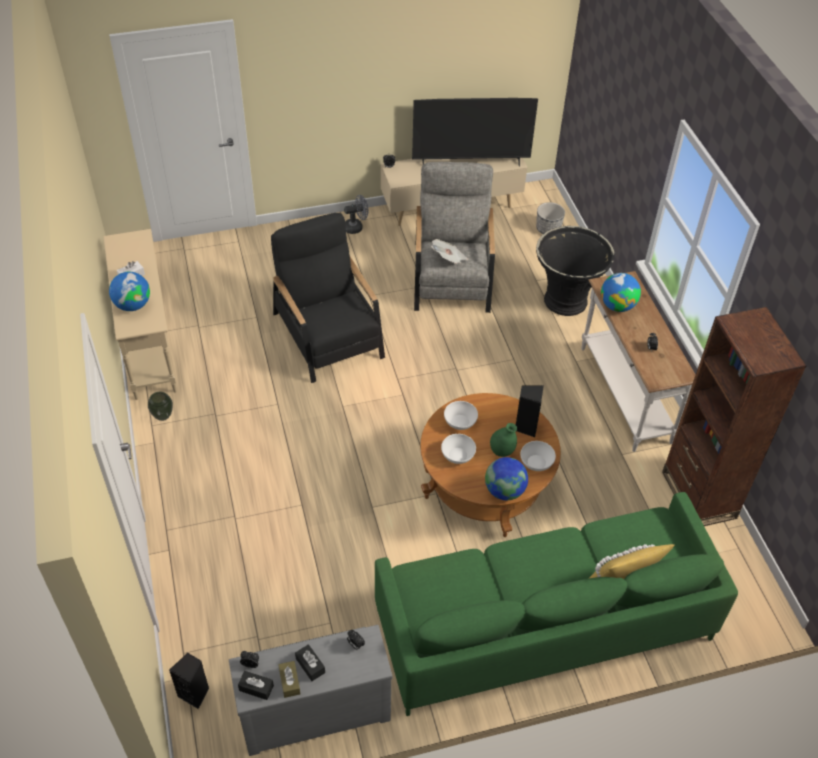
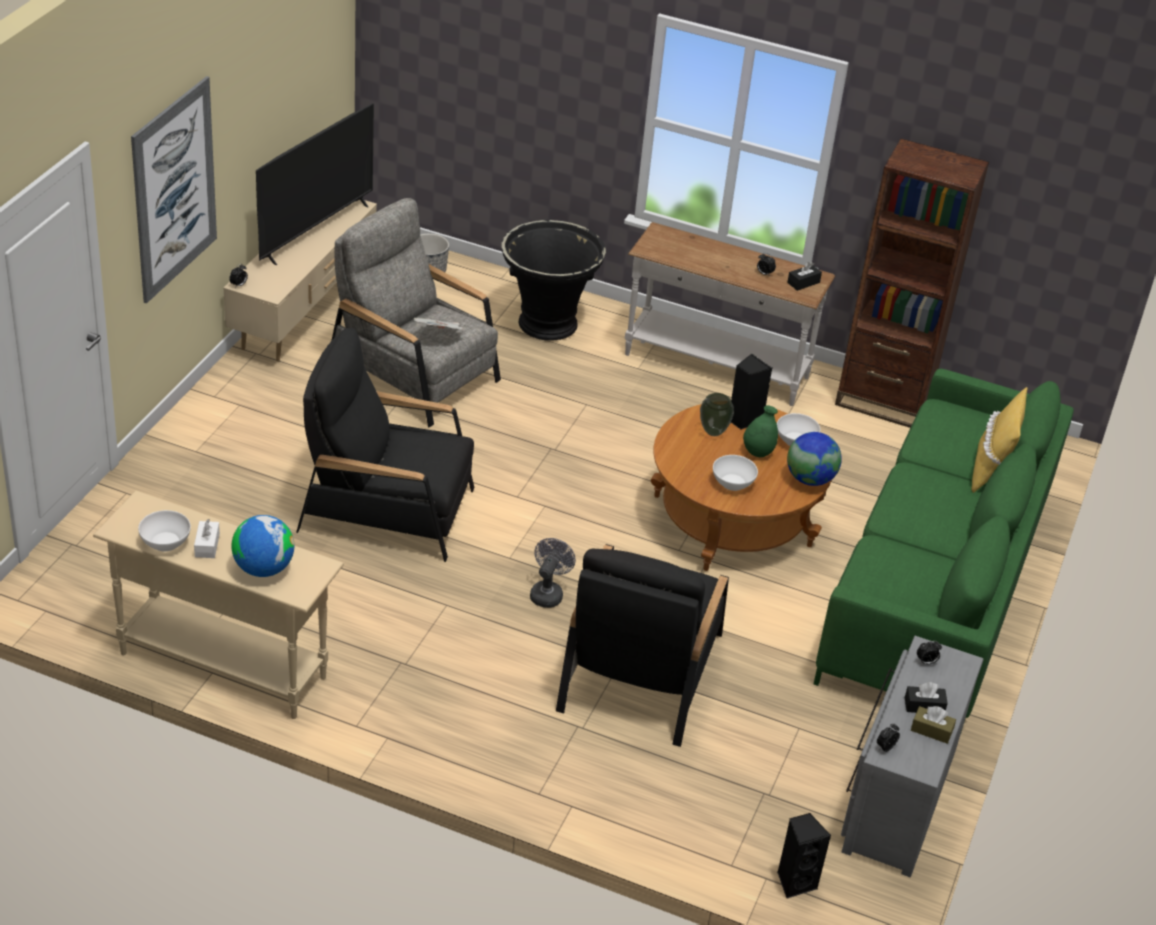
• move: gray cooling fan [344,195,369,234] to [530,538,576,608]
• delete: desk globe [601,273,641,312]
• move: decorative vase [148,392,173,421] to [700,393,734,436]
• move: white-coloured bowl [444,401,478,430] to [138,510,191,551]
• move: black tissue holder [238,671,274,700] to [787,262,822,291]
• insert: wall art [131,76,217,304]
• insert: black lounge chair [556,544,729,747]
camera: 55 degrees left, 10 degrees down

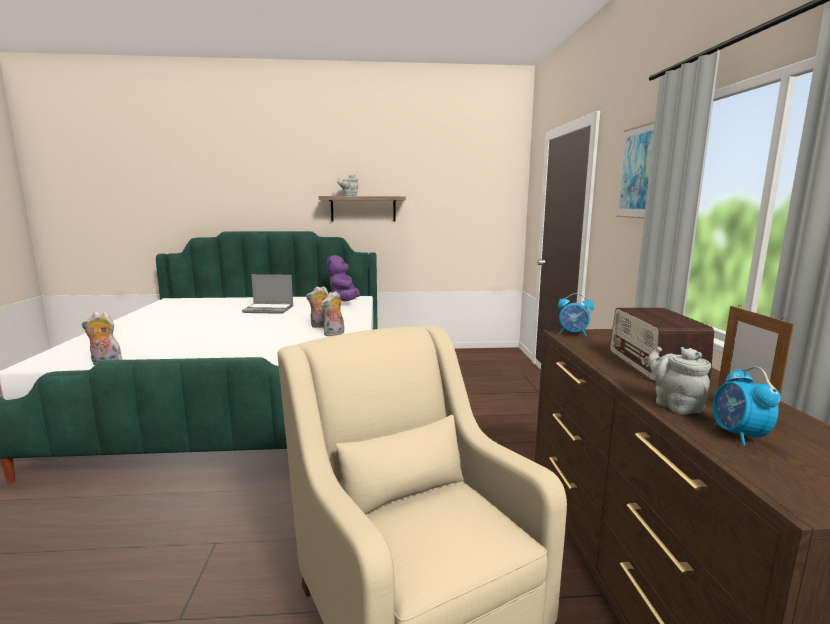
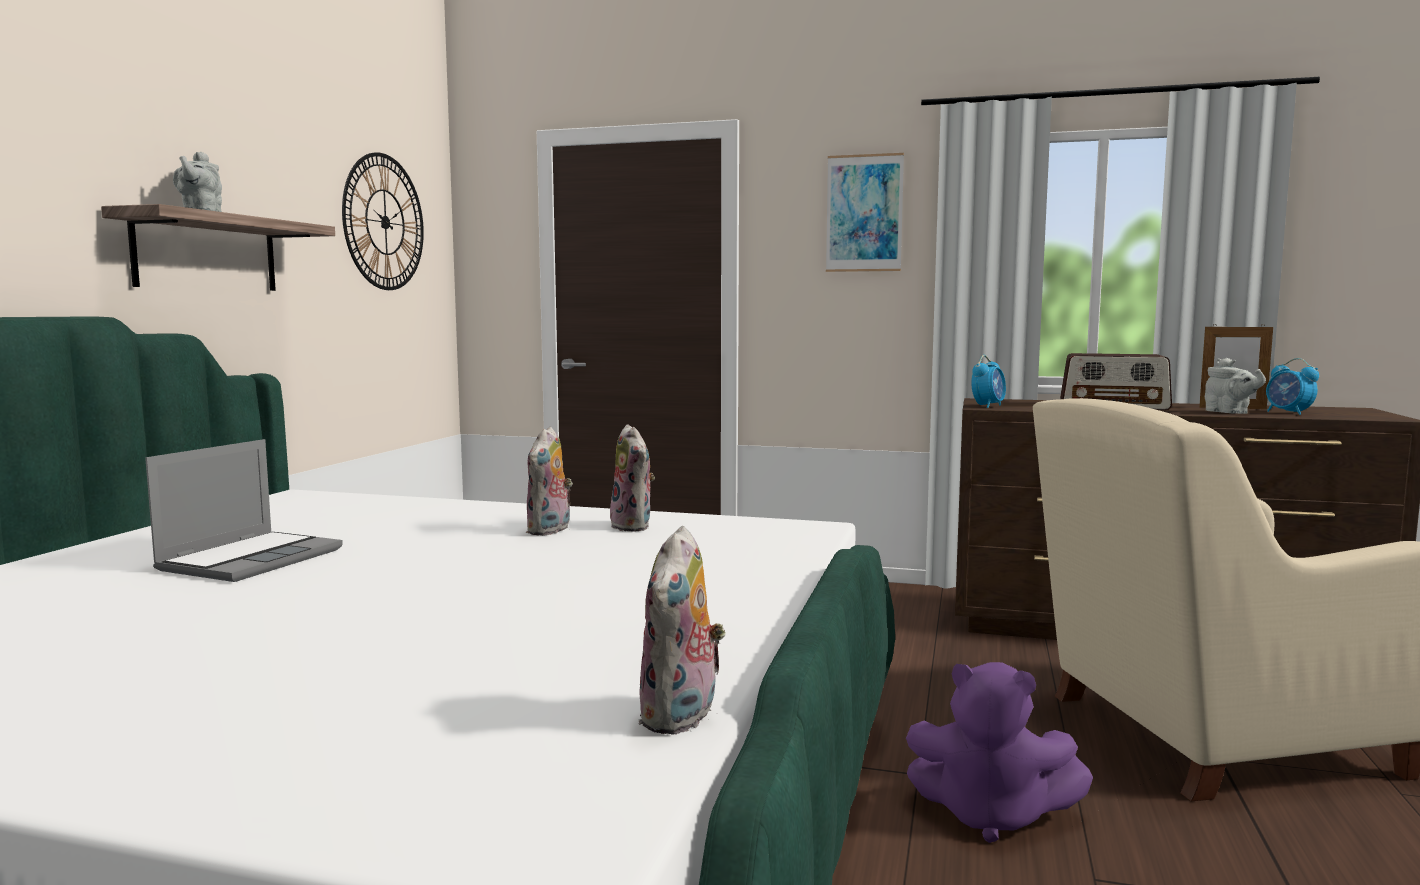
• move: purple-coloured plush toy [327,255,360,301] to [906,662,1093,843]
• rotate: gray pot for tea [648,347,711,414] = [1205,358,1266,414] 120 degrees counterclockwise
• rotate: bedside clock [713,367,781,446] = [1266,358,1319,415] 45 degrees clockwise
• insert: hanging clock [342,153,424,290]
camera: 70 degrees left, 5 degrees down

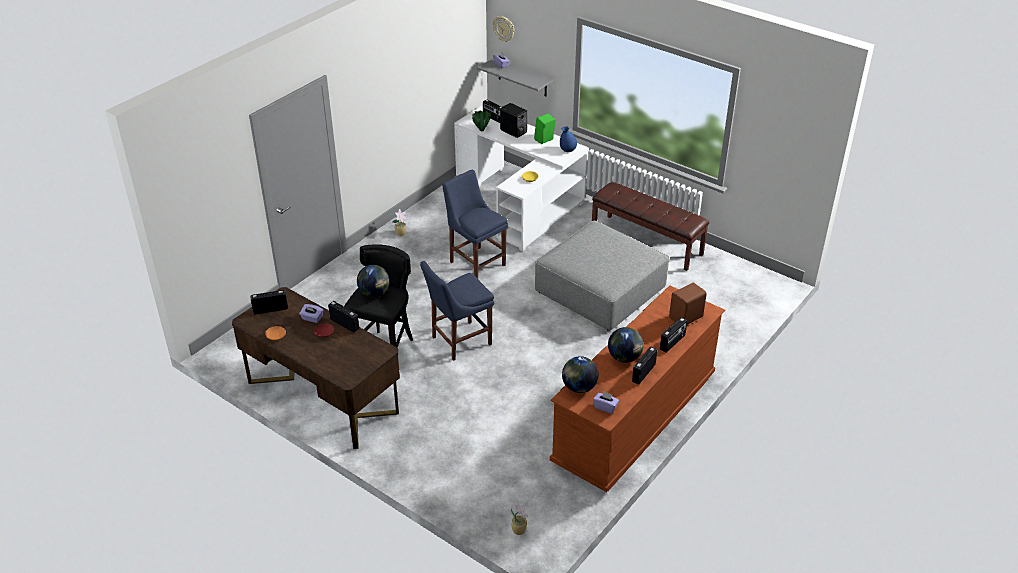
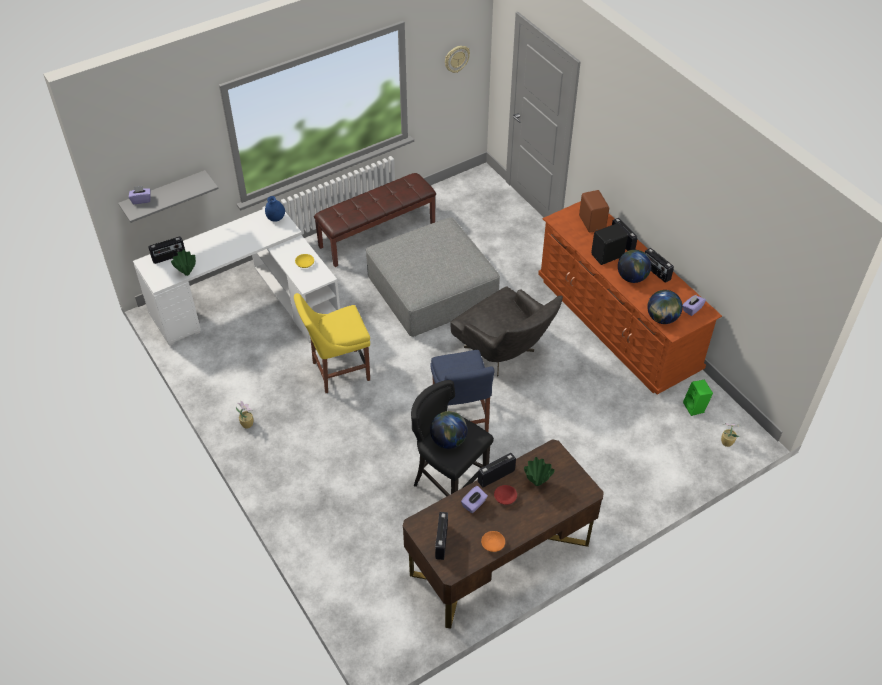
• move: hanging clock [493,16,514,42] to [445,46,470,73]
• move: black audio speaker [500,103,527,138] to [591,223,628,265]
• move: greenish audio speaker [534,113,556,144] to [683,380,713,416]
• recolor: blue plain chair [442,170,508,279] to yellowish plain chair [294,293,370,393]
• insert: gray lounge chair [450,286,563,376]
• insert: greenish decorative vase [524,457,555,486]
camera: 70 degrees left, 10 degrees up

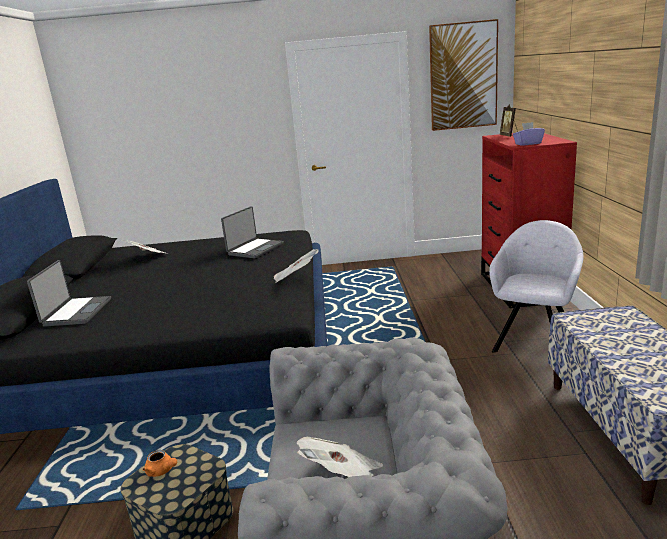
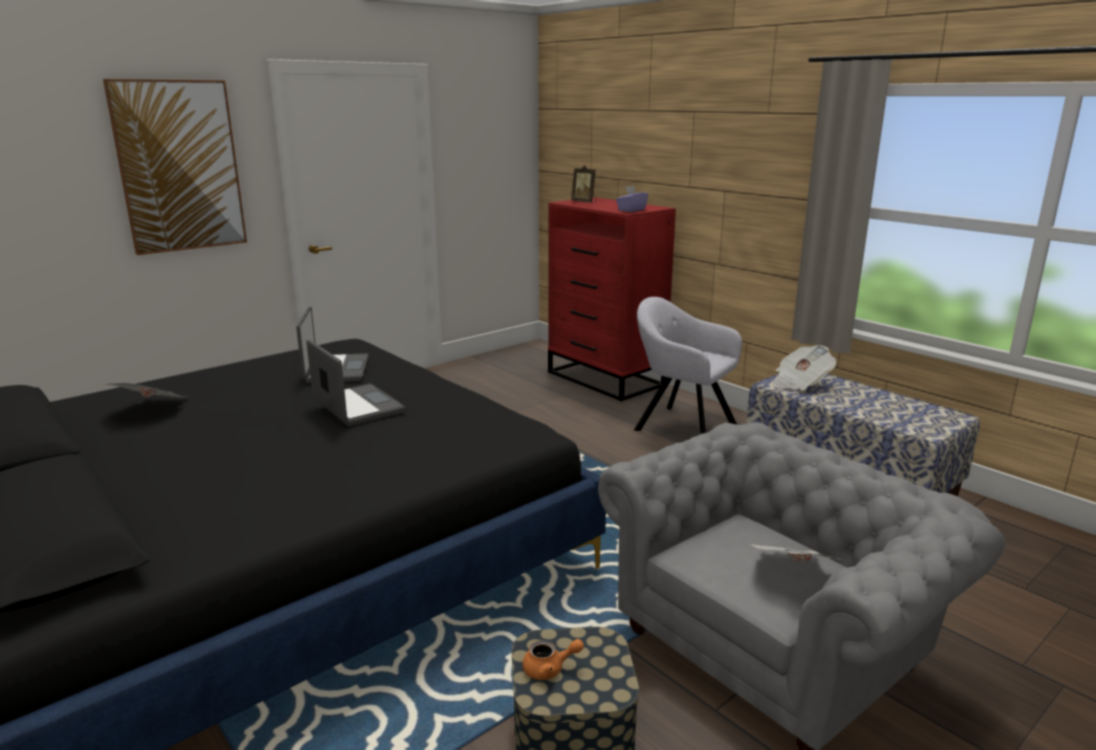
• move: wall art [429,19,498,131] to [103,79,247,255]
• rotate: gray lounge chair [489,220,583,353] = [634,297,742,434] 45 degrees counterclockwise
• move: daily paper [274,249,318,283] to [771,345,836,391]
• move: laptop [27,260,111,327] to [306,340,405,426]
camera: 40 degrees left, 0 degrees up

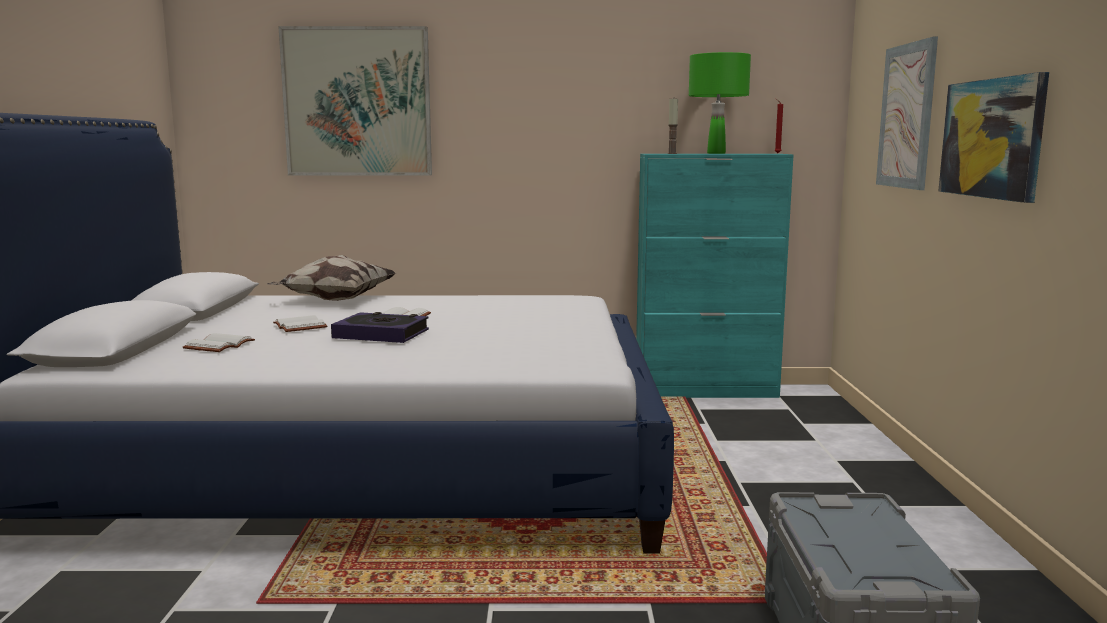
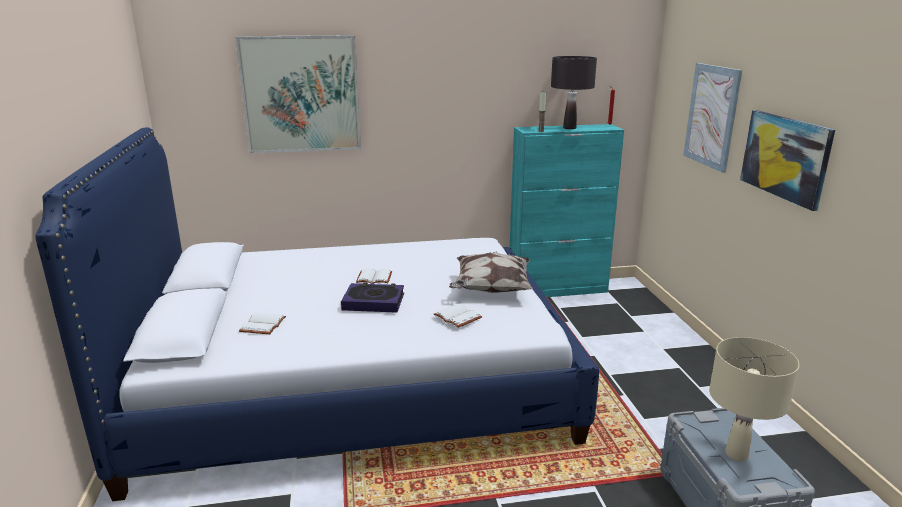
• recolor: greenish table lamp [689,52,751,154] to black table lamp [551,56,597,129]
• move: pillow [267,255,396,301] to [449,252,533,293]
• move: white-coloured volume [273,315,327,332] to [434,303,482,328]
• insert: beige table lamp [709,337,799,461]
camera: 10 degrees left, 10 degrees up

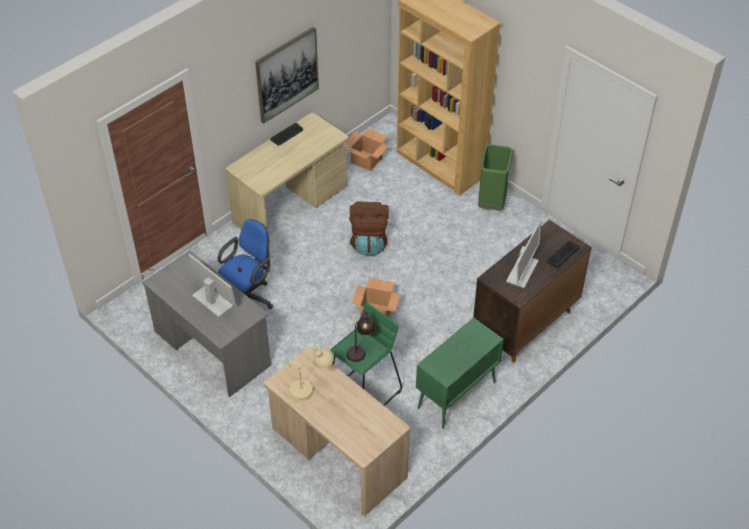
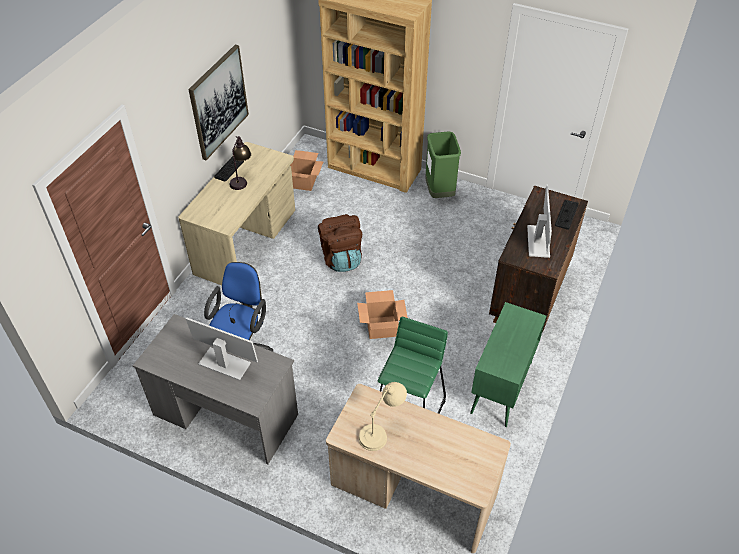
• move: table lamp [346,311,376,362] to [230,136,251,190]
camera: 20 degrees left, 0 degrees up

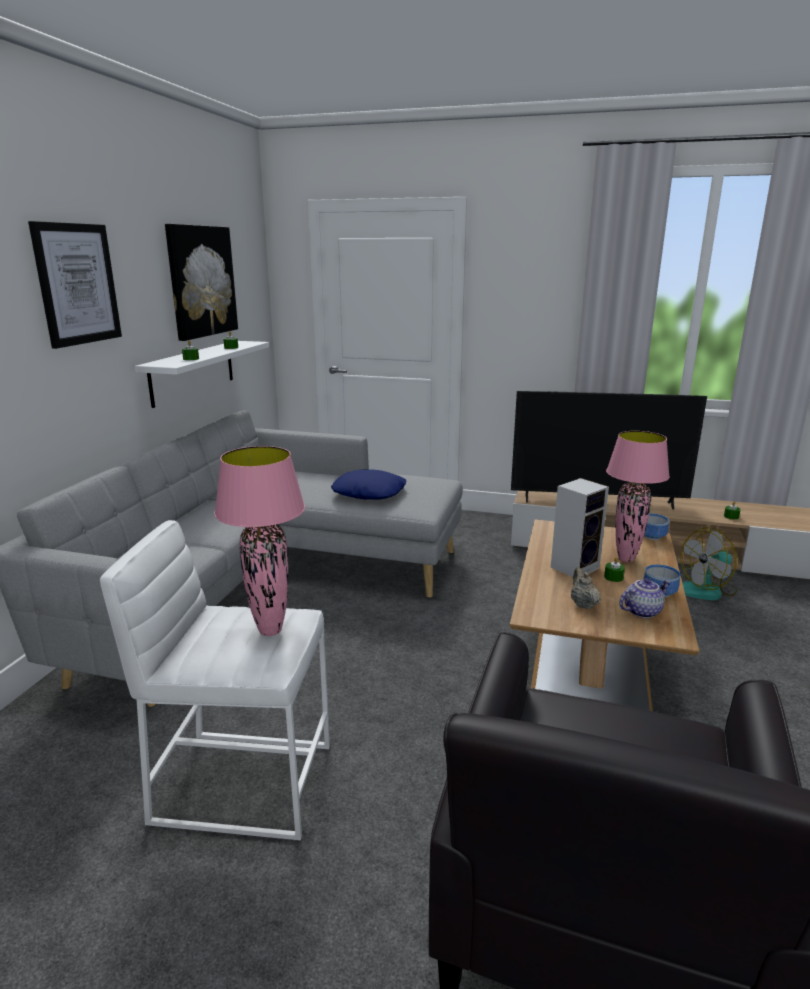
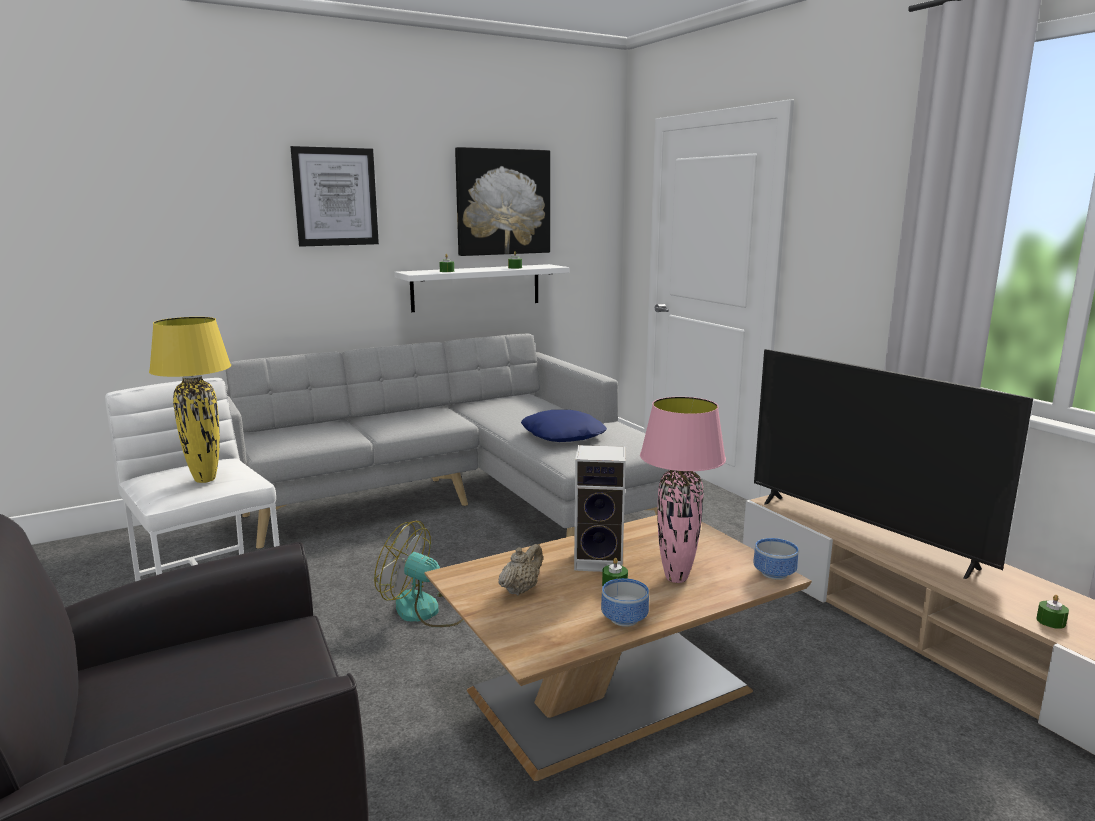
• recolor: pinkish table lamp [214,446,305,636] to yellowish table lamp [149,317,231,483]
• move: cooling fan [680,527,737,600] to [374,521,463,627]
• delete: pot for tea [619,578,671,618]
camera: 45 degrees right, 5 degrees down

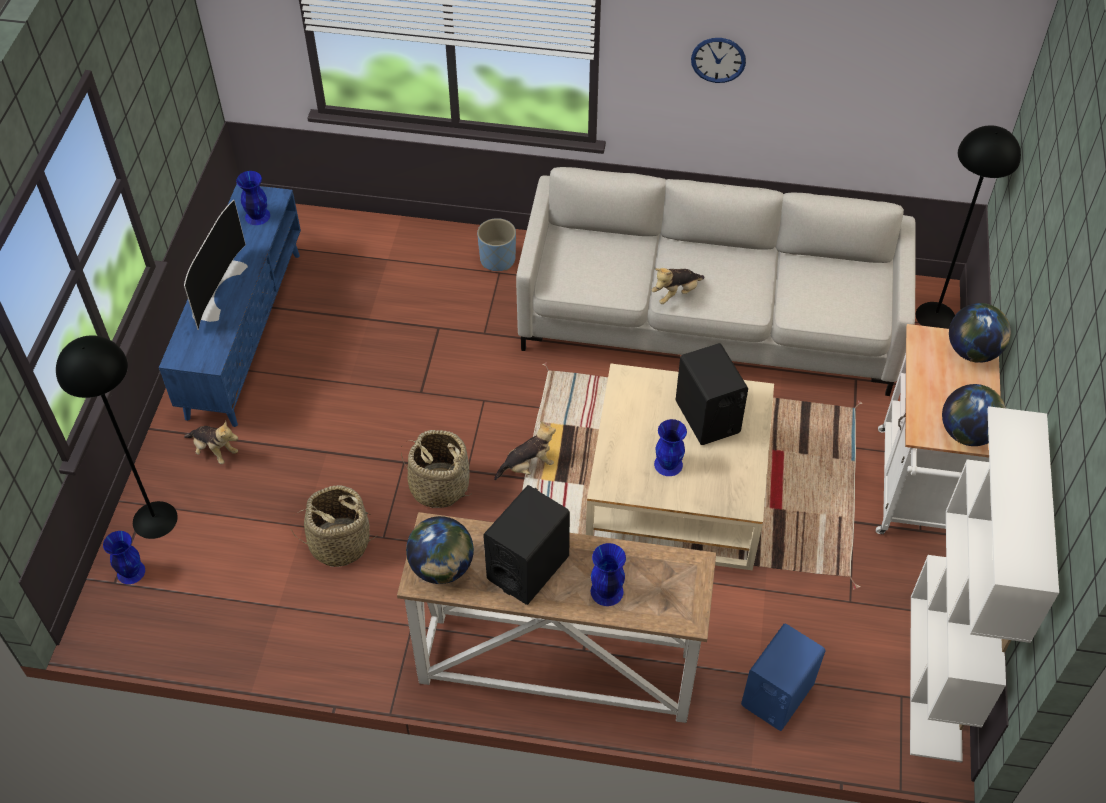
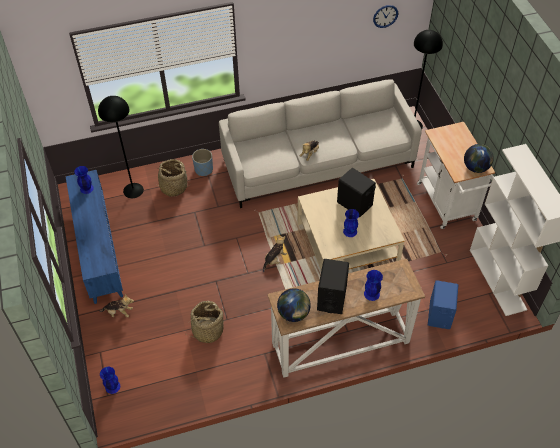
• move: hanging clock [691,38,746,83] to [373,5,398,28]
• delete: television [184,200,248,330]
• delete: desk globe [949,303,1011,363]
• move: black standard lamp [56,335,178,539] to [98,96,144,198]
• move: storage basket [401,430,471,508] to [154,159,191,197]
camera: 25 degrees left, 0 degrees up

